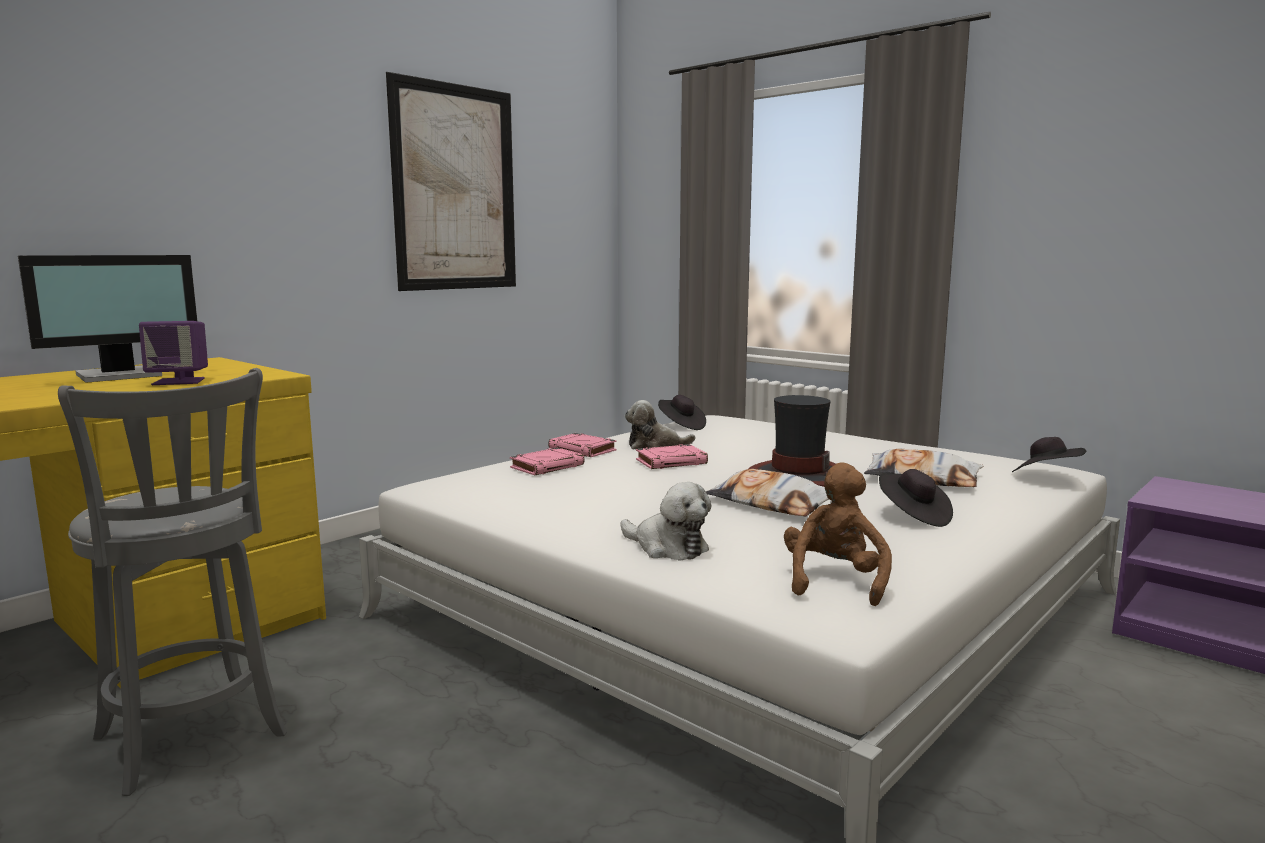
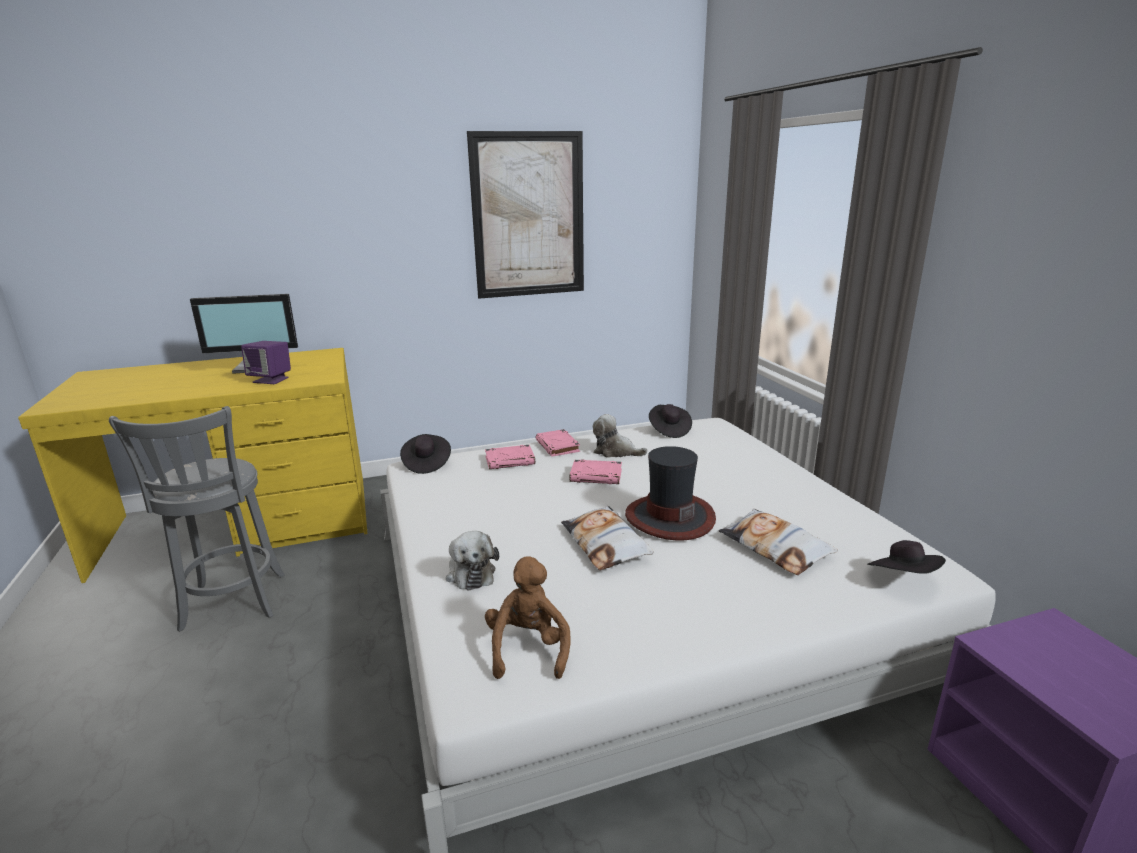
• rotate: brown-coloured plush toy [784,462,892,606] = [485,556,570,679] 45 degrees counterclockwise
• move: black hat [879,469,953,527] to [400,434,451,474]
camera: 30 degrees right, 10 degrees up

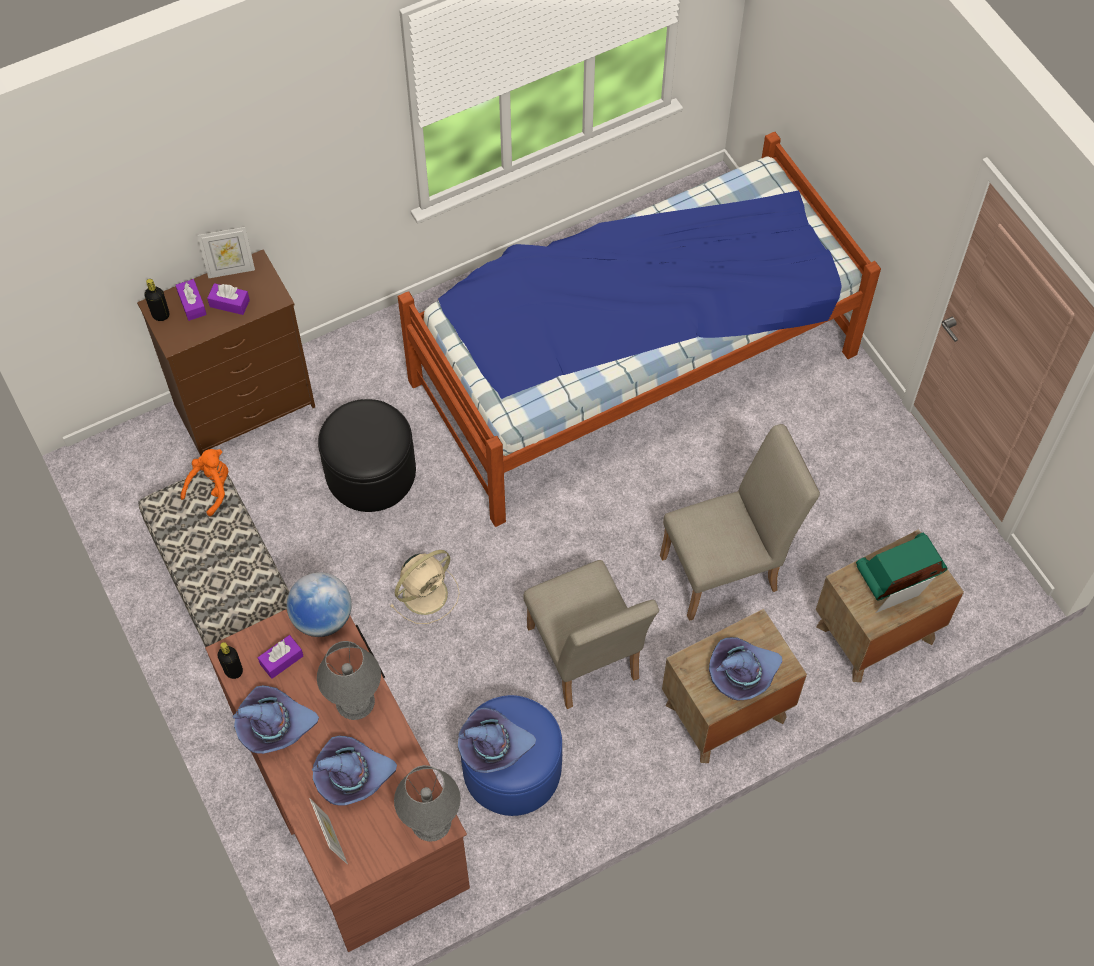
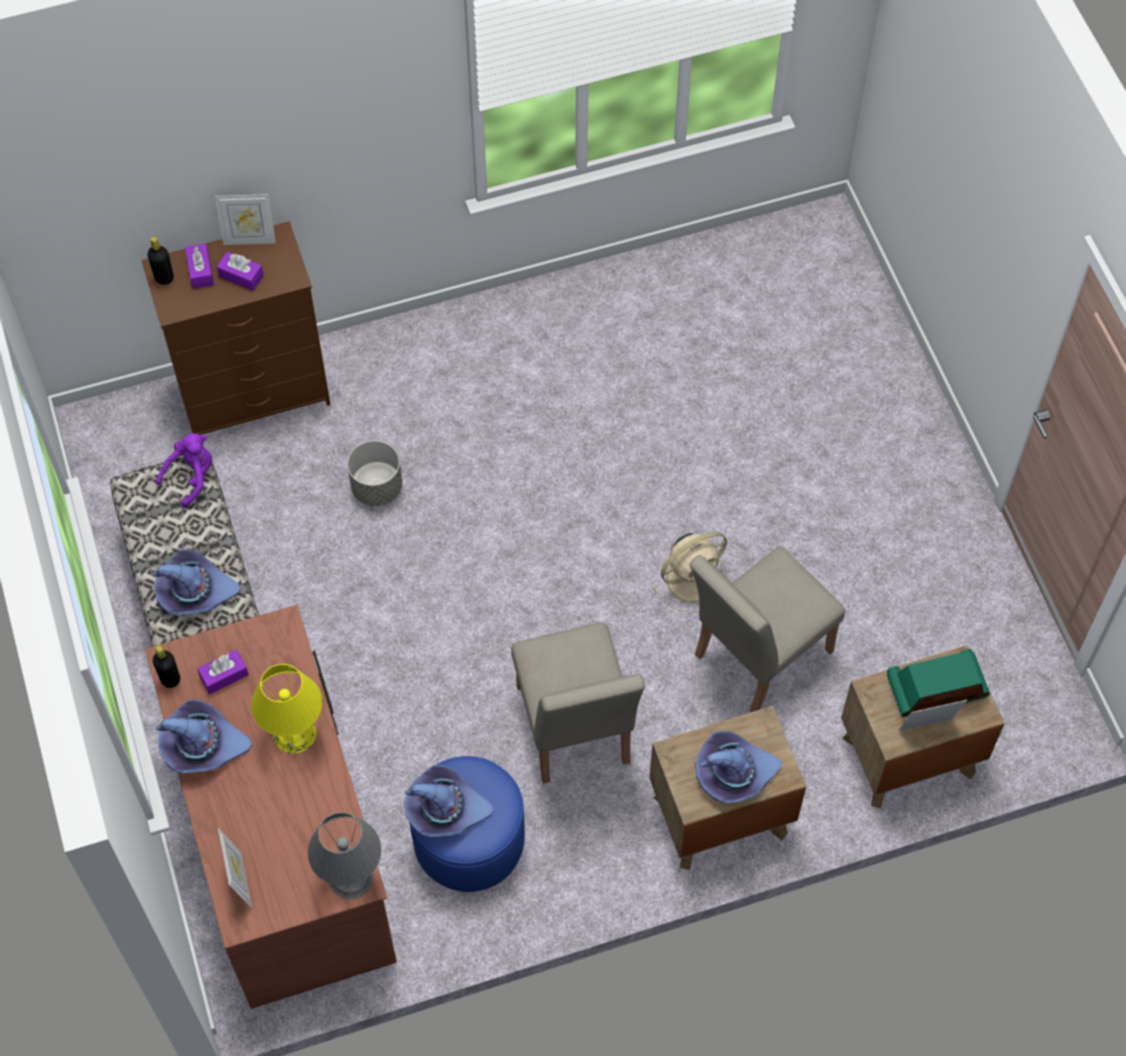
• delete: bedroom bed [398,132,881,527]
• replace: black ottoman [318,399,416,512] to gray plant pot [347,440,402,506]
• rotate: beige plain chair [660,424,820,621] = [689,547,845,712] 150 degrees clockwise
• recolor: orange-coloured plush toy [181,449,228,516] to purple-coloured plush toy [156,433,212,507]
• move: beige cooling fan [390,550,460,624] to [651,532,729,613]
• delete: desk globe [287,572,352,637]
• recolor: gray table lamp [317,641,381,720] to yellowish table lamp [251,664,322,754]
• move: purple-coloured hat [312,736,397,806] to [152,549,241,615]
camera: 10 degrees right, 0 degrees up

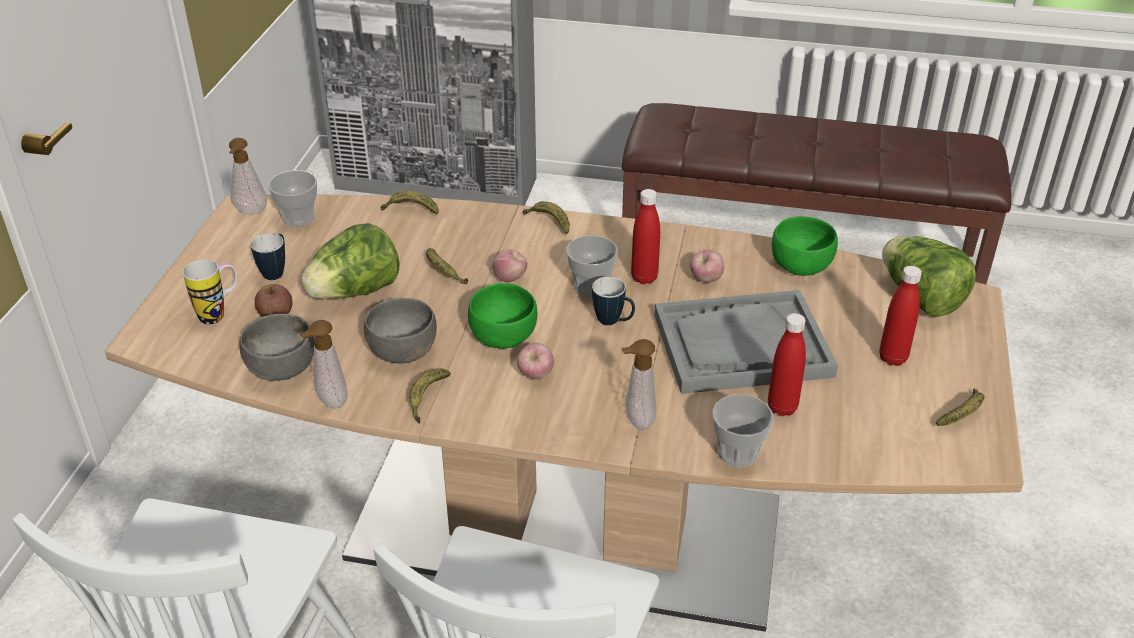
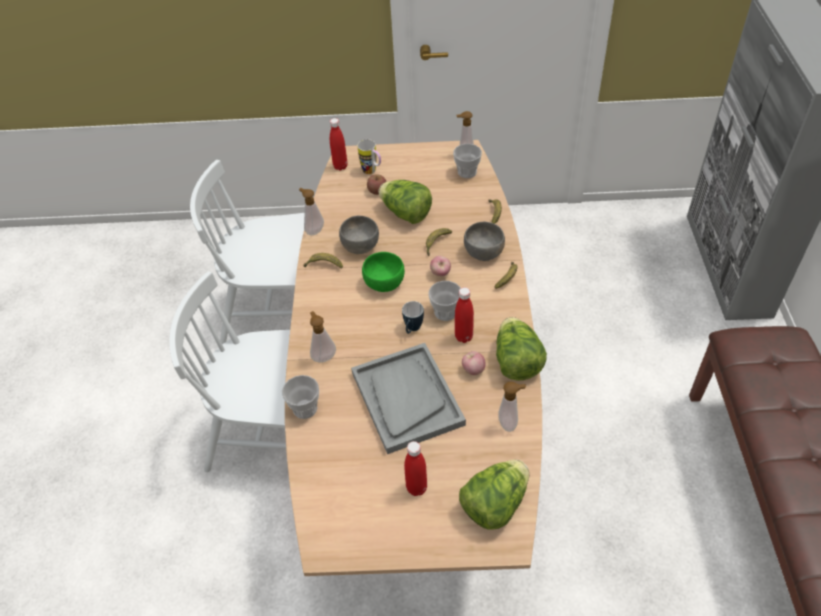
• replace: greenish bowl [771,216,838,276] to liquid soap bottle [498,382,526,432]
• delete: tea mug [251,233,285,280]
• move: red-coloured beverage bottle [768,313,806,416] to [330,118,348,170]
• move: gray bowl [239,314,315,381] to [464,222,505,261]
• delete: apple fruit [517,343,554,379]
• delete: banana [936,388,985,426]
• insert: head of lettuce [496,317,547,381]
camera: 80 degrees right, 10 degrees up

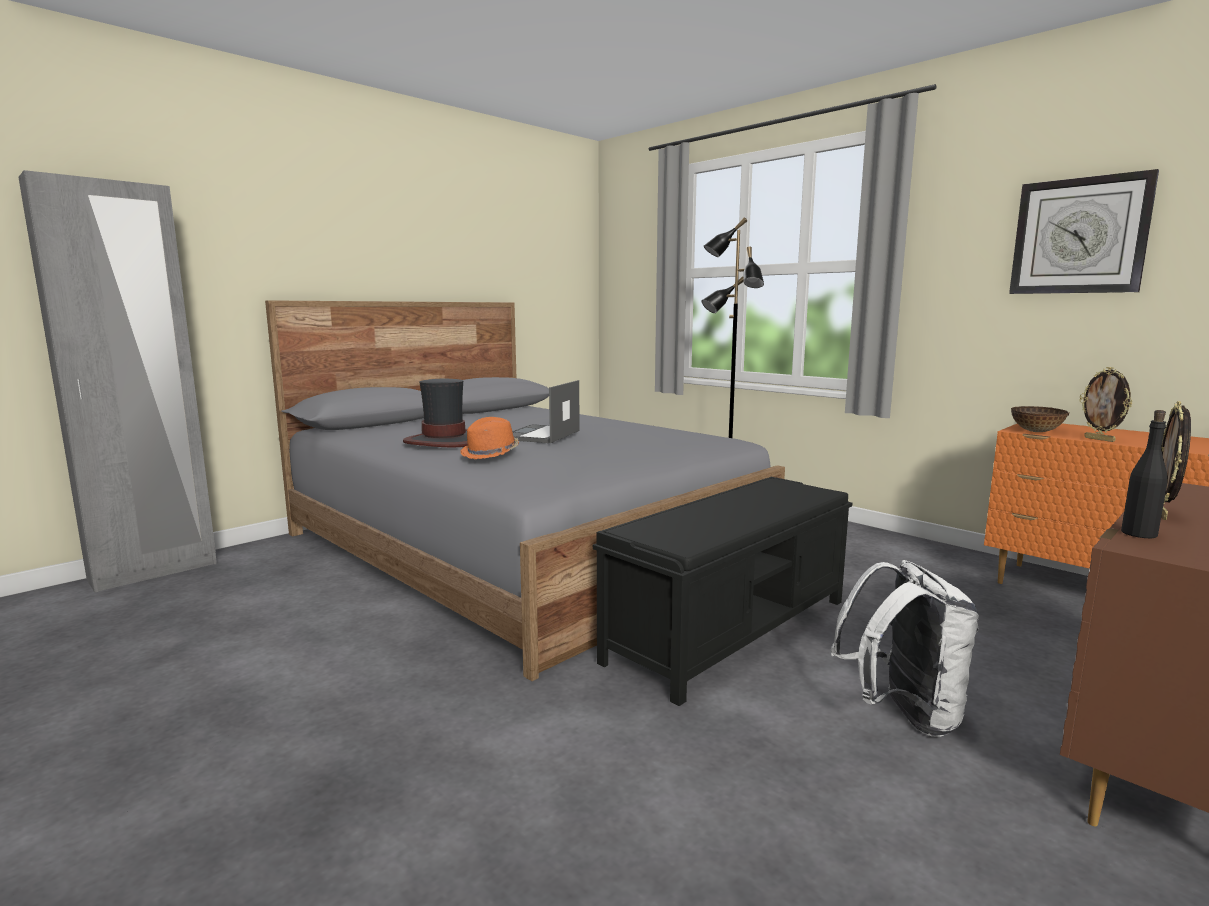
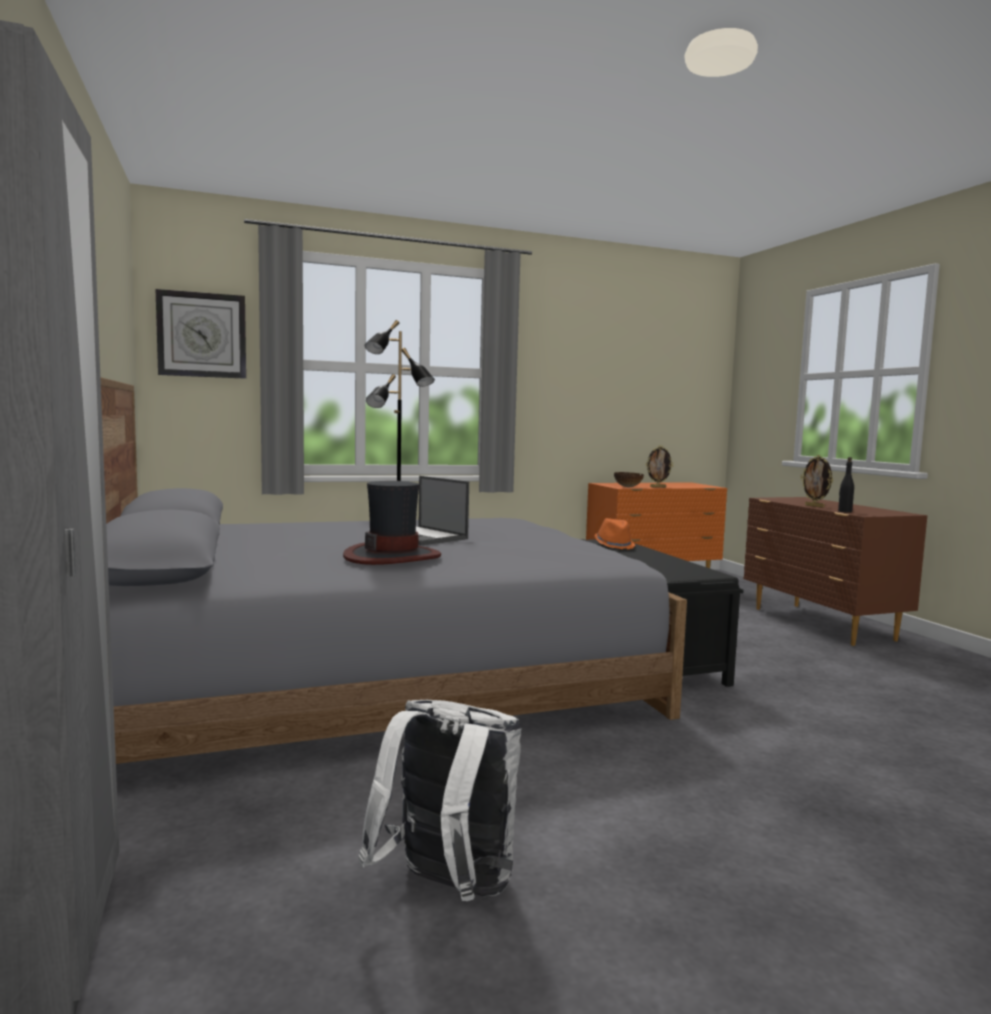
• move: hanging clock [1009,169,1159,294] to [156,289,246,379]
• move: orange-coloured hat [460,417,519,459] to [594,518,635,549]
• move: white-coloured knapsack [831,560,979,736] to [358,700,521,901]
camera: 65 degrees left, 5 degrees down

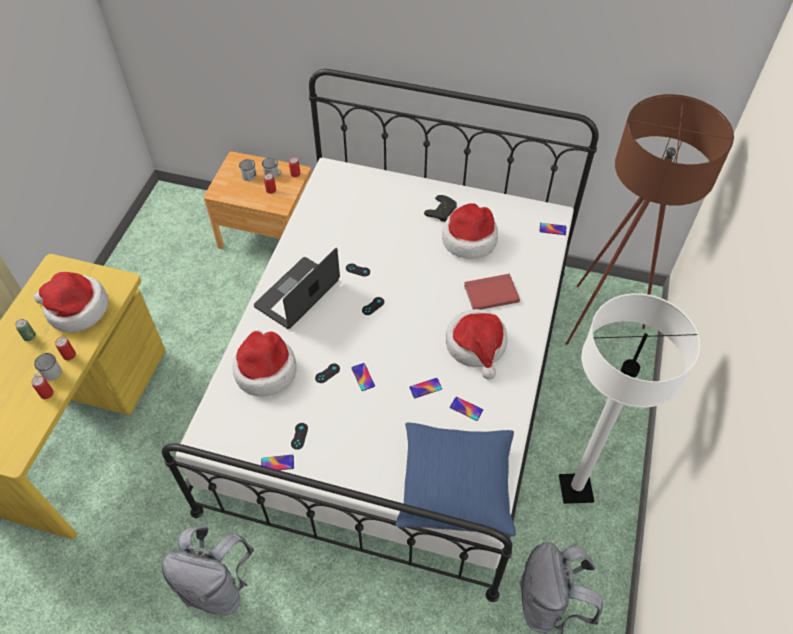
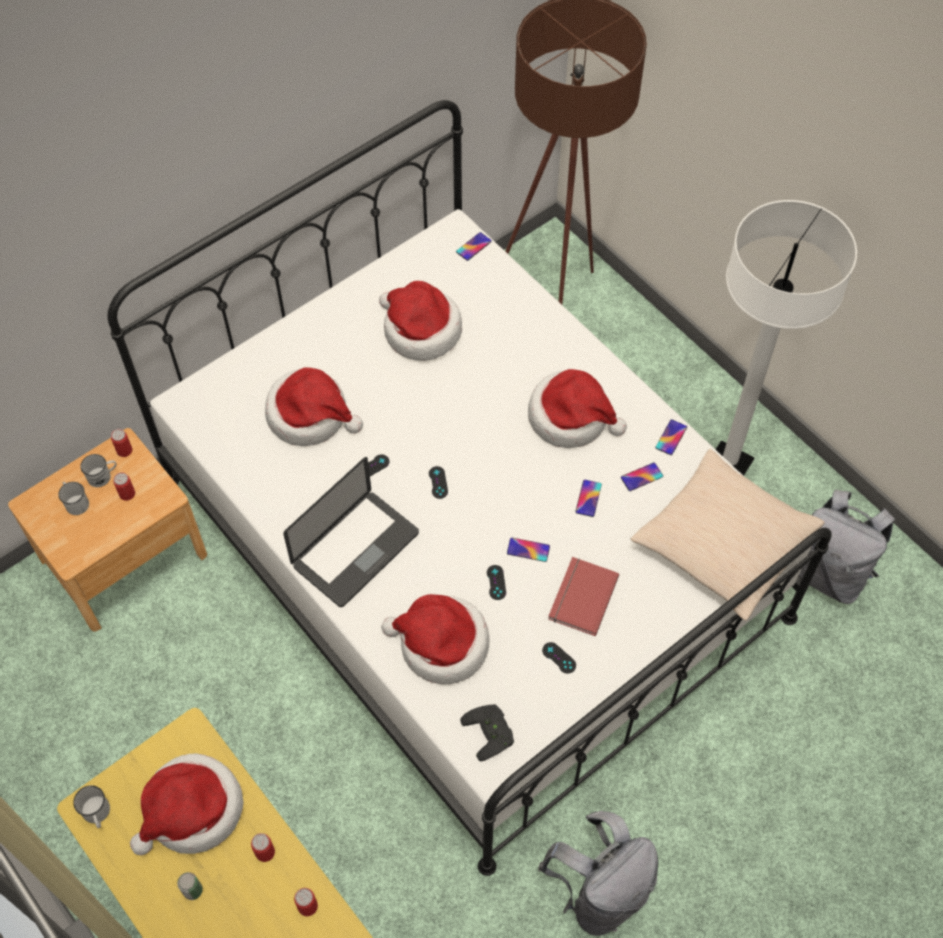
• move: black joypad [424,195,457,222] to [460,704,514,761]
• rotate: laptop [254,248,340,329] = [283,457,419,607] 120 degrees counterclockwise
• move: red-coloured volume [464,274,520,310] to [548,557,619,636]
• move: white-coloured tea mug [34,353,62,381] to [73,785,110,828]
• recolor: blue pillow [396,422,516,537] to beige pillow [630,449,825,621]
• move: telephone [261,455,294,470] to [655,419,687,455]
• insert: hat [265,367,363,446]
camera: 55 degrees left, 5 degrees up

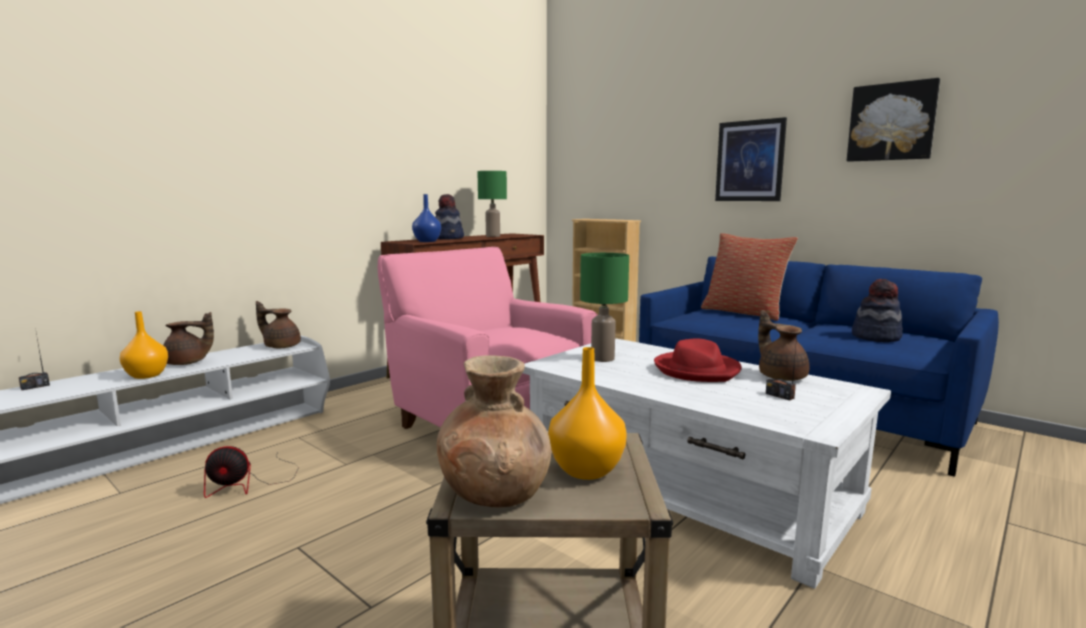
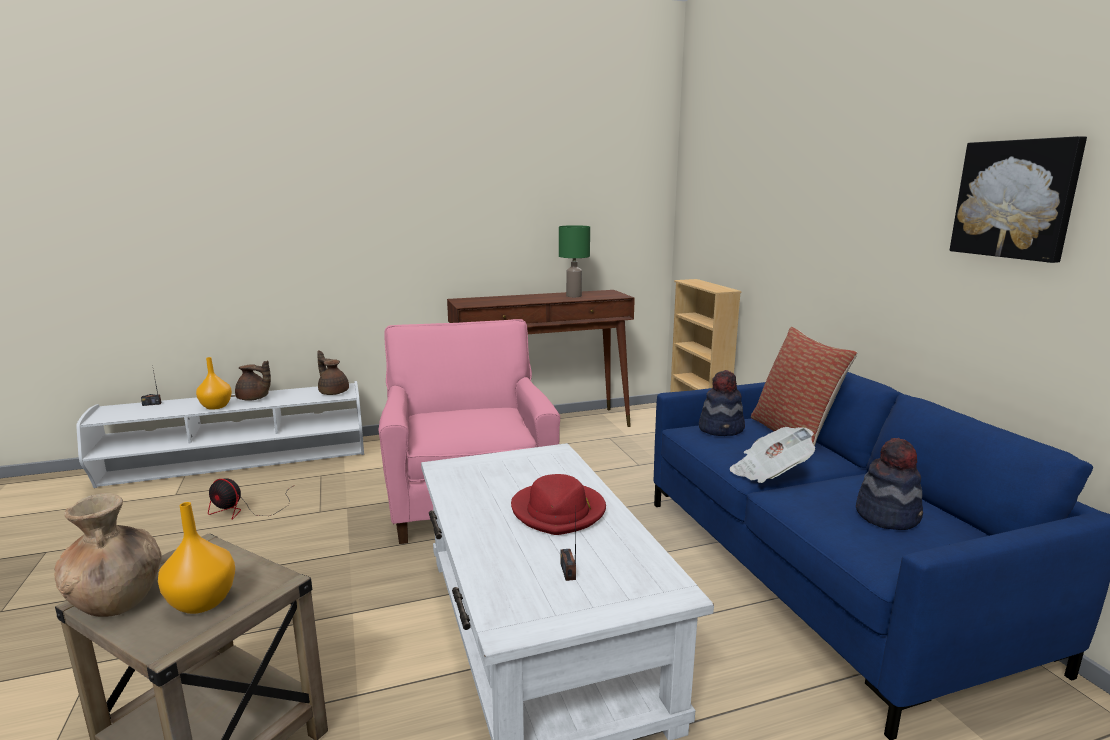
• delete: wall art [715,117,787,201]
• delete: blue decorative vase [412,194,441,242]
• move: hat [435,194,464,240] to [699,370,745,436]
• delete: greenish table lamp [580,253,629,362]
• delete: brown-coloured pot for tea [758,310,809,381]
• insert: daily paper [730,427,815,483]
camera: 30 degrees right, 5 degrees up

